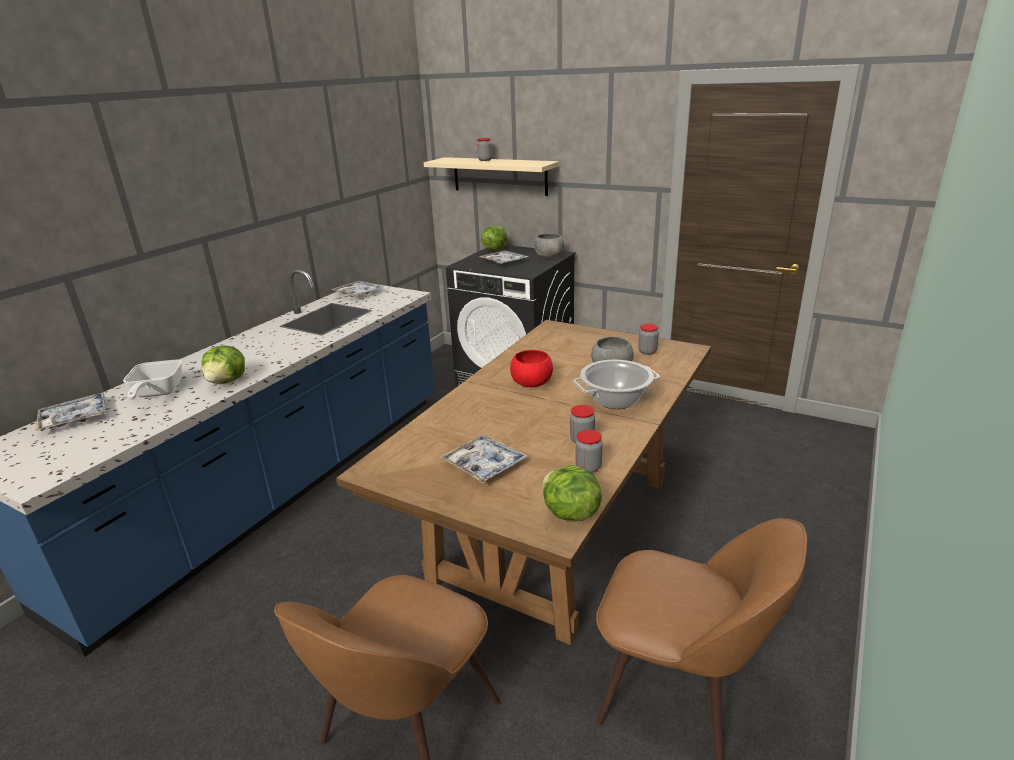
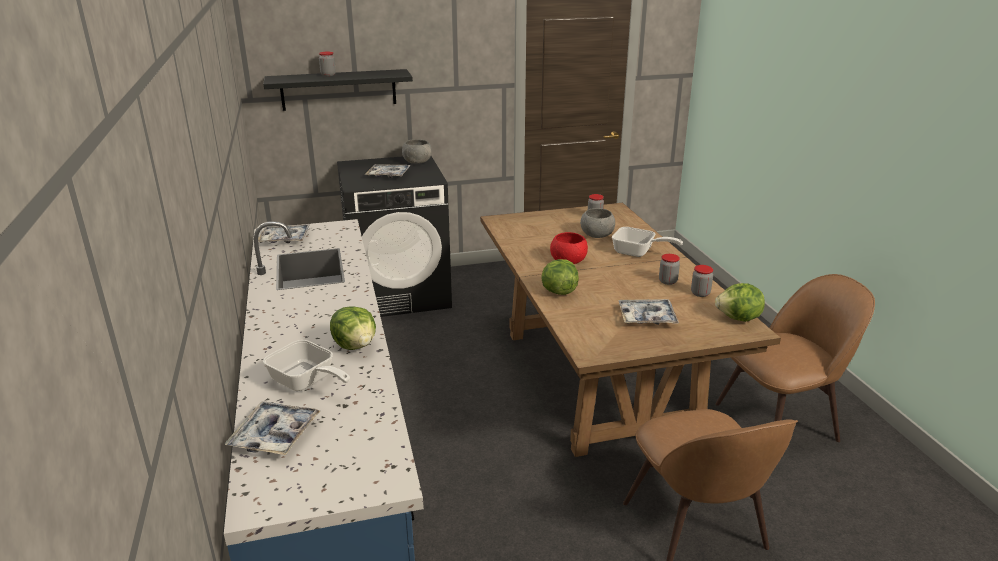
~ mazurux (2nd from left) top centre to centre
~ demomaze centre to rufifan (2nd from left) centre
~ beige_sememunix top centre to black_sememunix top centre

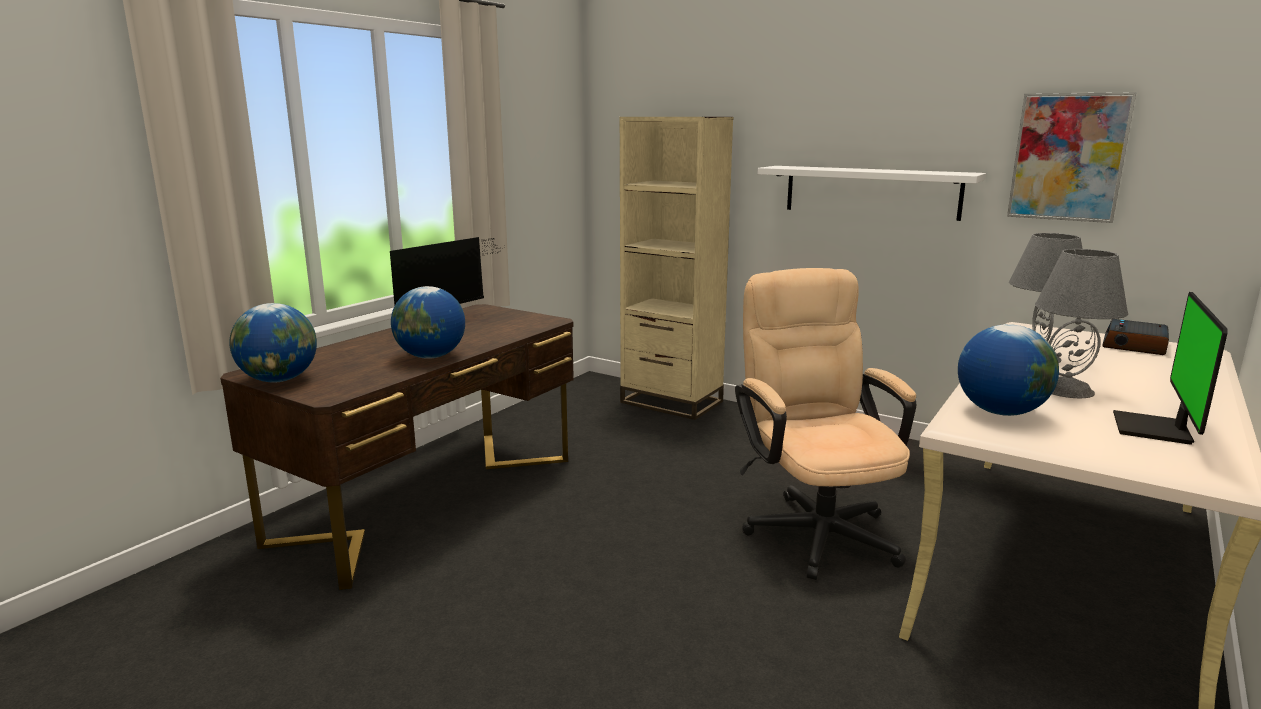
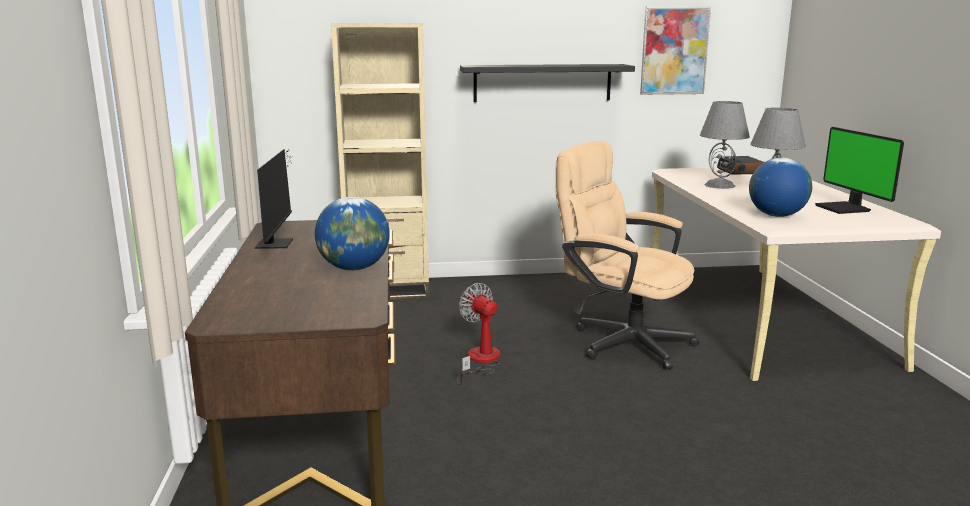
- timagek (1st from left) middle left
+ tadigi centre
~ white_sememunix top right to black_sememunix top centre

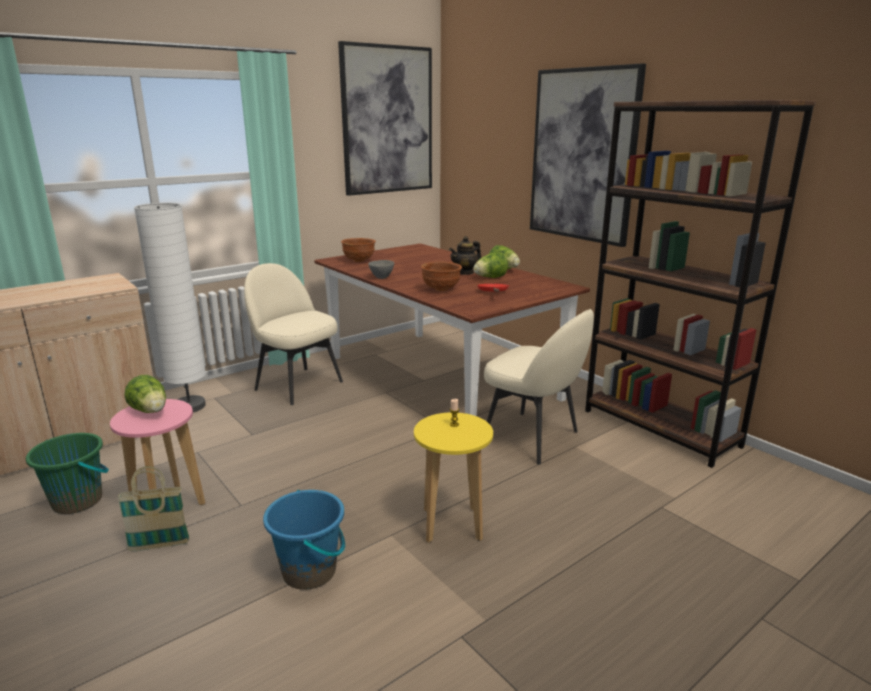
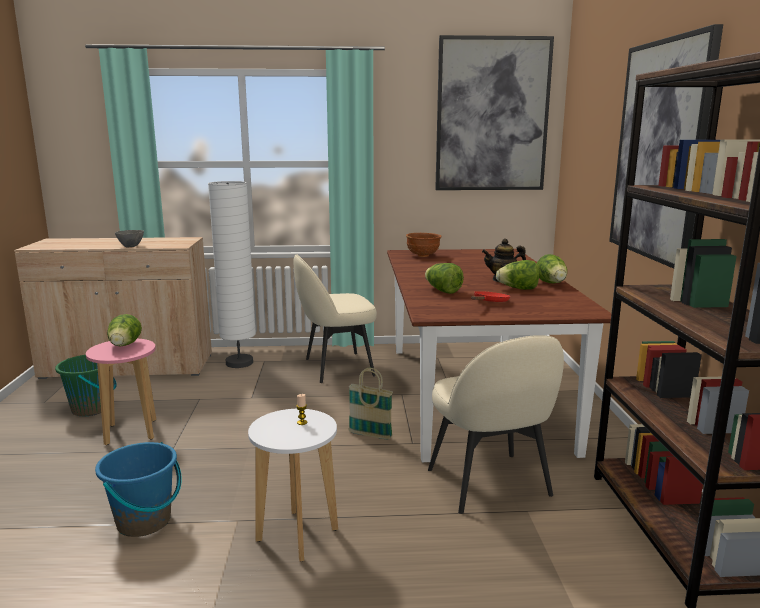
~ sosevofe bottom left to centre
~ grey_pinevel centre to middle left
~ brown_pinevel (2nd from left) centre to mazurux (2nd from left) centre
~ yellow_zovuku bottom centre to white_zovuku bottom centre
~ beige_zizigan (1st from left) centre = centre 90 degrees counterclockwise

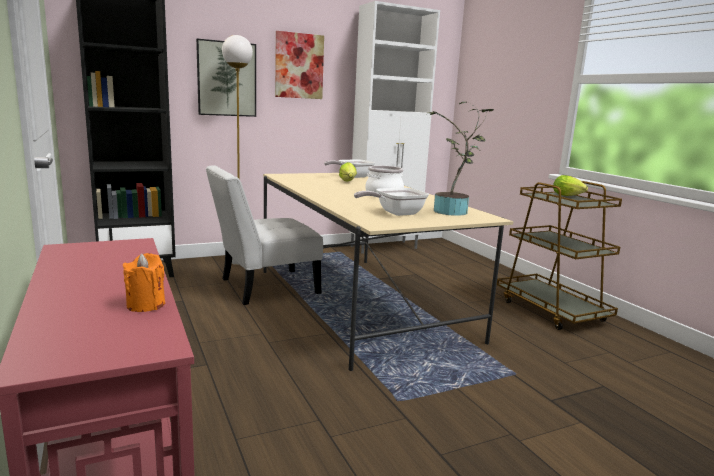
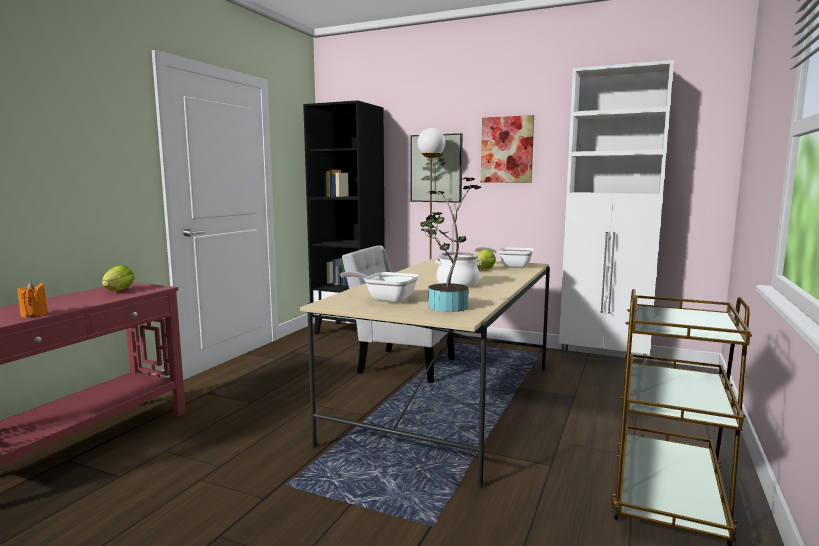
~ mazurux (2nd from left in the first image) middle right to mazurux (1st from left) middle left

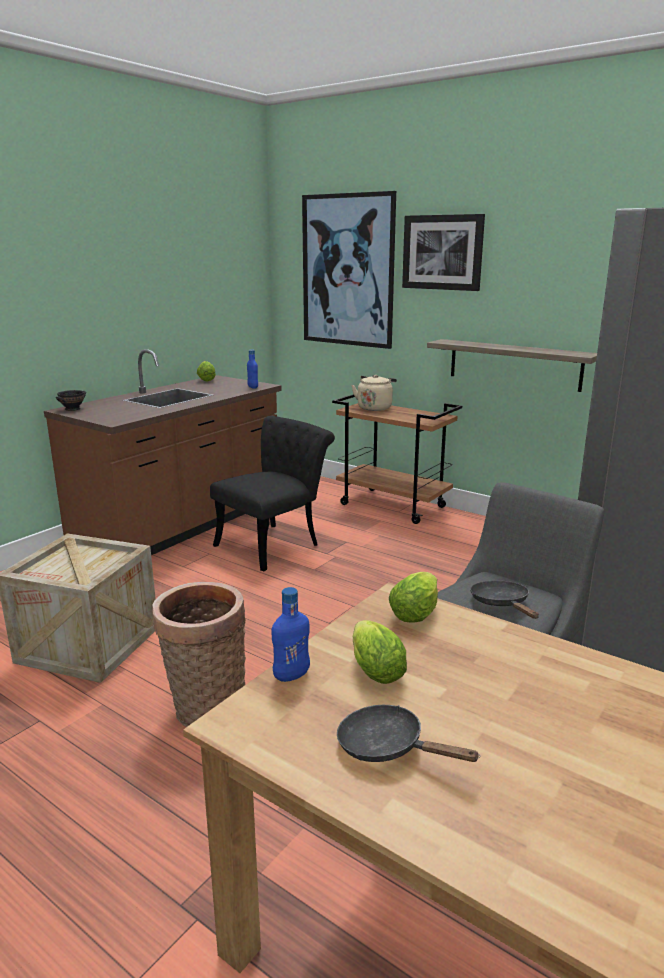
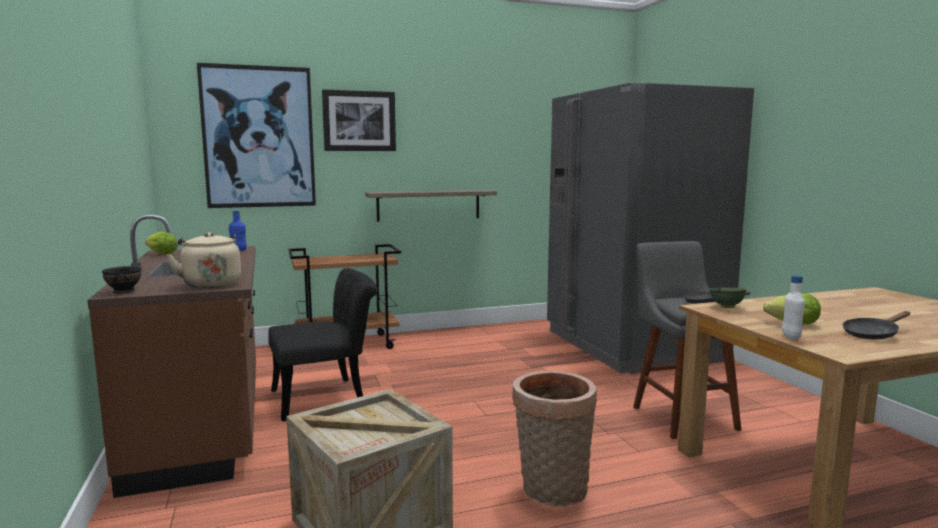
~ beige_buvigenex centre to middle left
~ mazurux (3rd from left) centre to green_pinevel middle right
~ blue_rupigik (2nd from left) centre to white_rupigik middle right
~ black_zizigan centre = centre 75 degrees clockwise

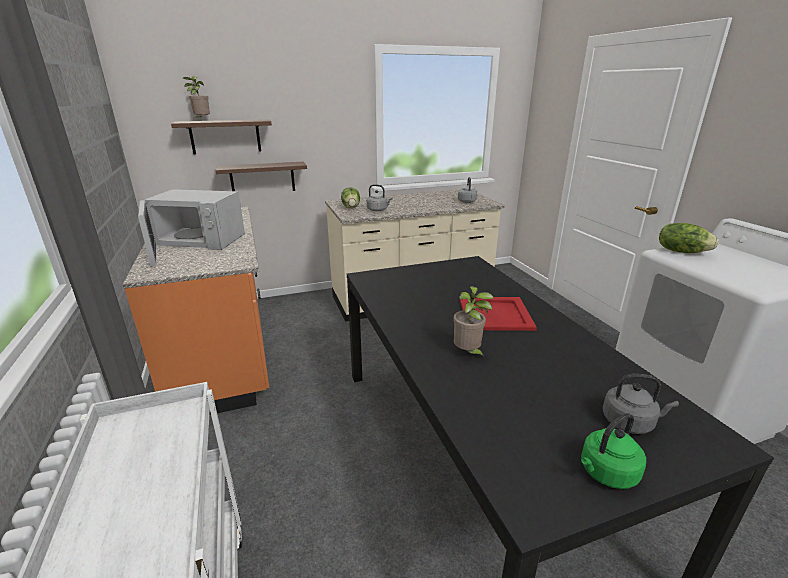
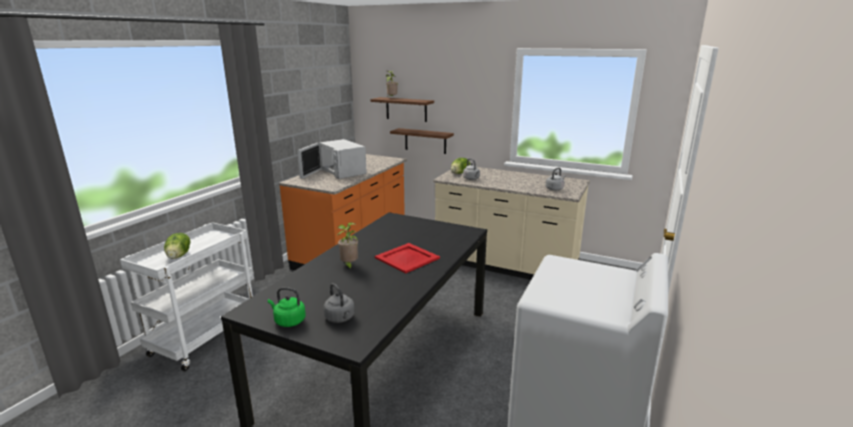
~ mazurux (2nd from left in the first image) middle right to mazurux (1st from left) middle left

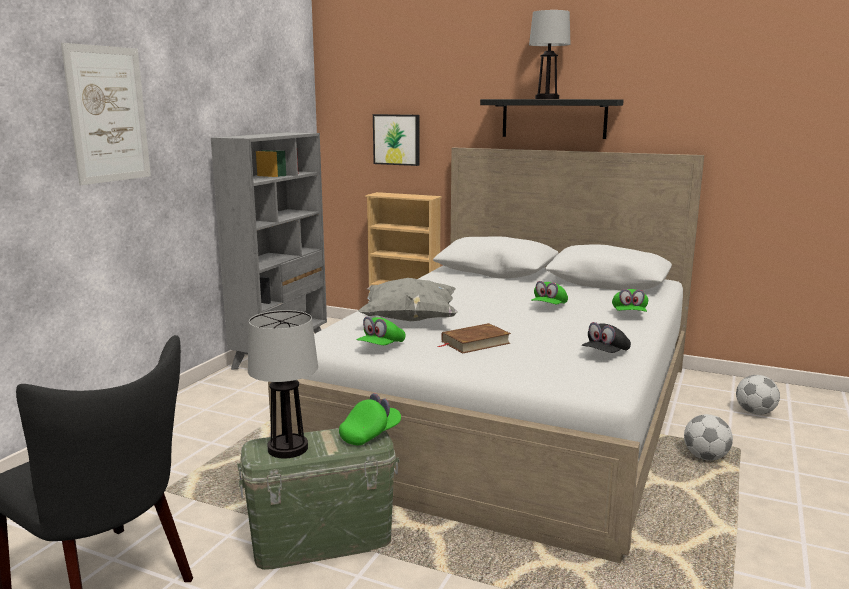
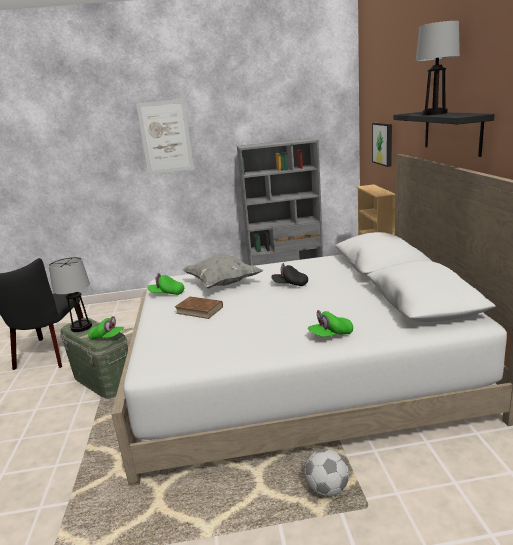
- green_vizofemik (3rd from left) centre
- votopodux (2nd from left) bottom right
~ black_vizofemik middle right to centre

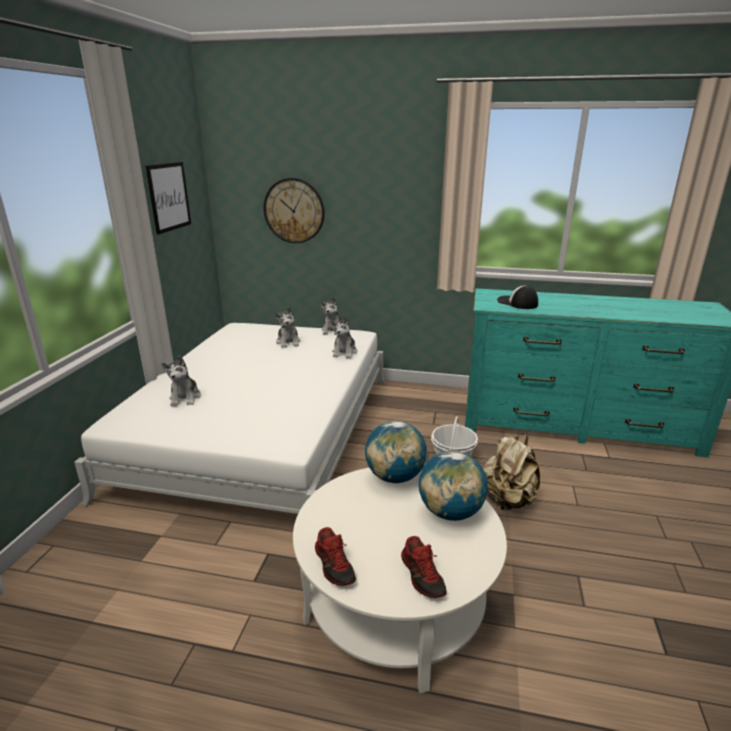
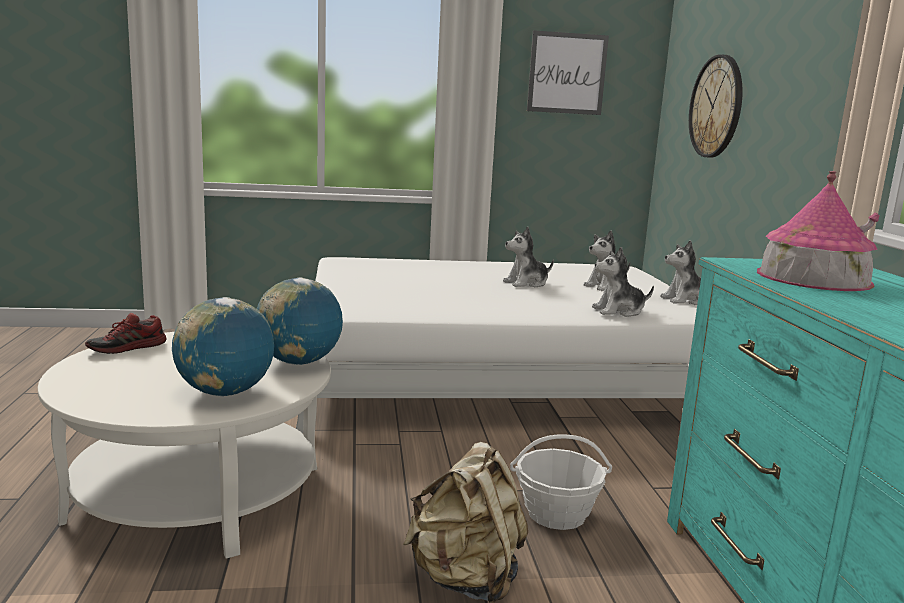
- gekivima (2nd from left) bottom centre
~ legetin (1st from left) middle left to centre
~ vizofemik middle right to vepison middle right

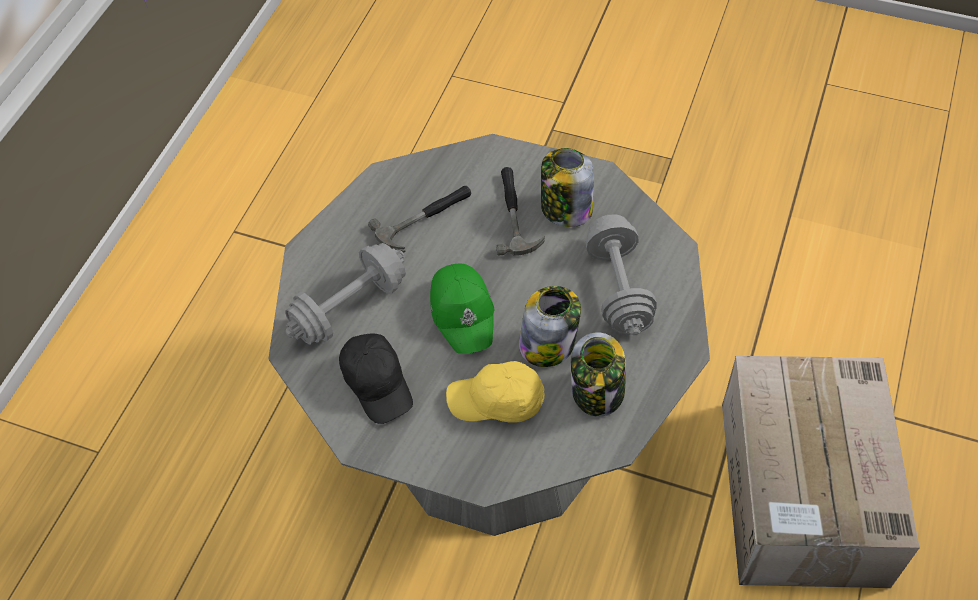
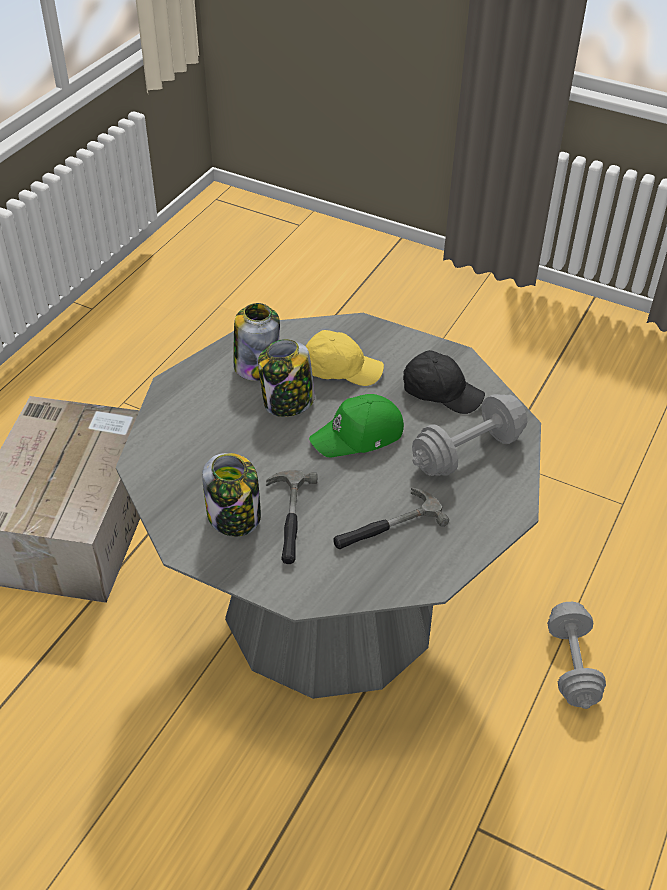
~ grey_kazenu (2nd from left) centre to bottom right
~ black_vizofemik centre = centre 135 degrees clockwise
~ green_vizofemik centre = centre 105 degrees counterclockwise

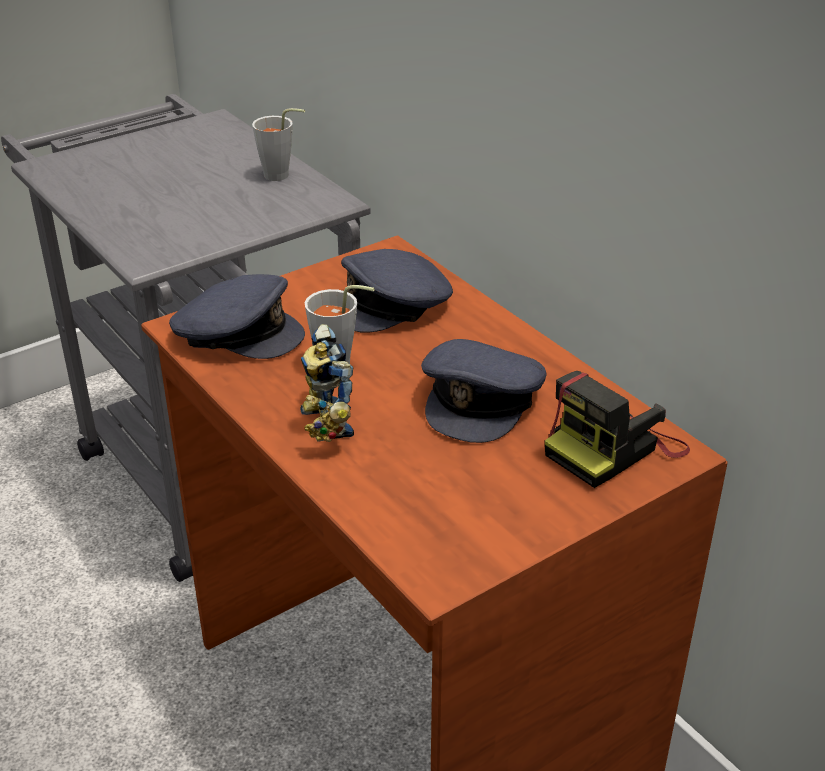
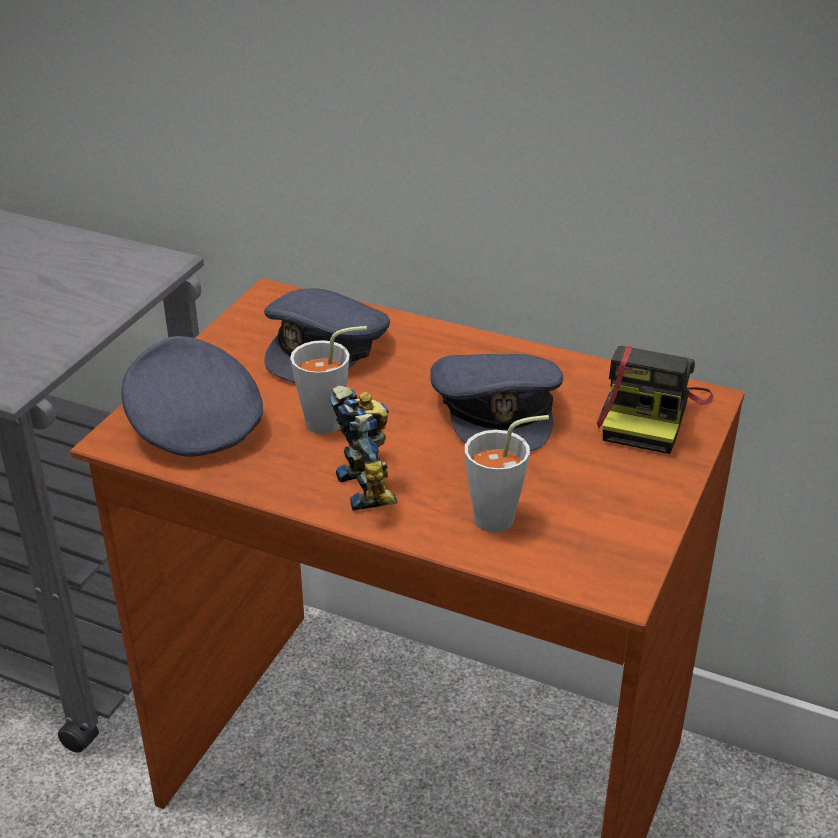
~ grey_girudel (1st from left in the first image) top centre to grey_girudel (2nd from left) centre
~ grey_vizofemik (1st from left) middle left = middle left 105 degrees counterclockwise
~ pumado centre = centre 150 degrees counterclockwise

